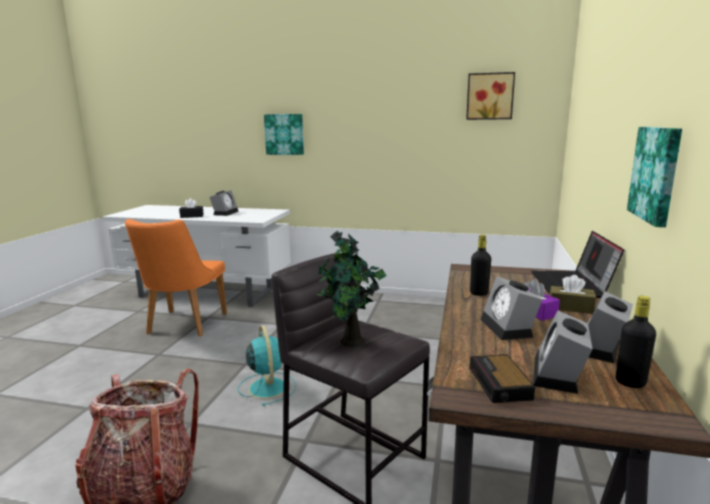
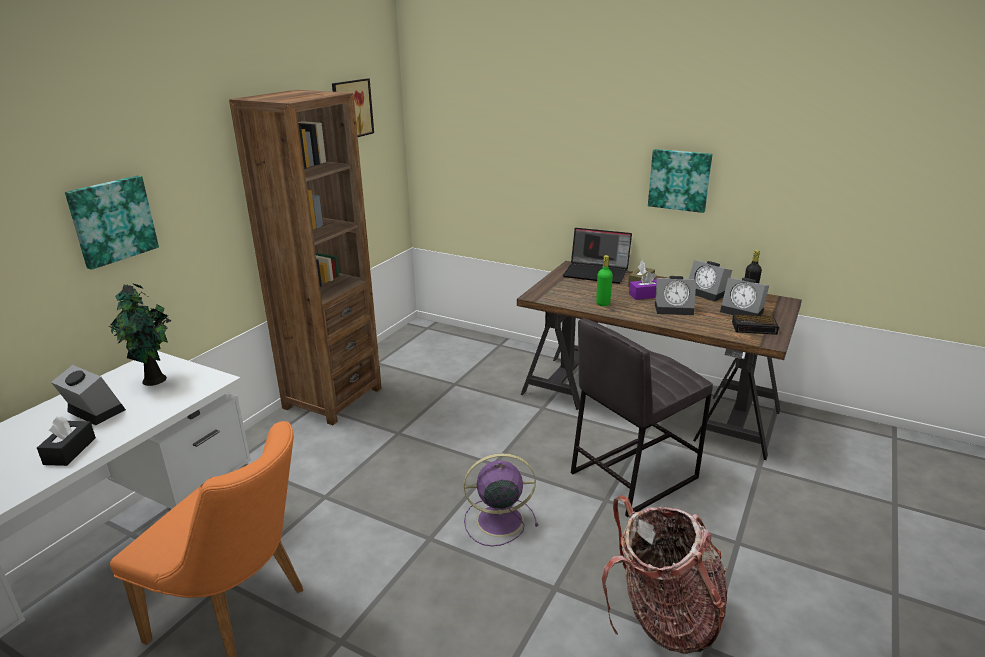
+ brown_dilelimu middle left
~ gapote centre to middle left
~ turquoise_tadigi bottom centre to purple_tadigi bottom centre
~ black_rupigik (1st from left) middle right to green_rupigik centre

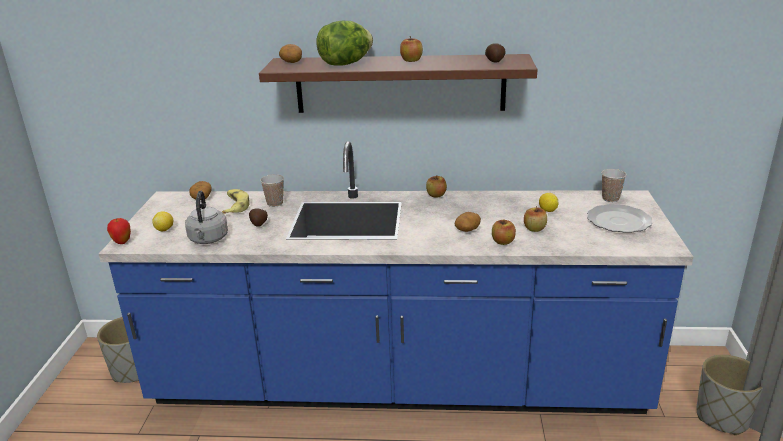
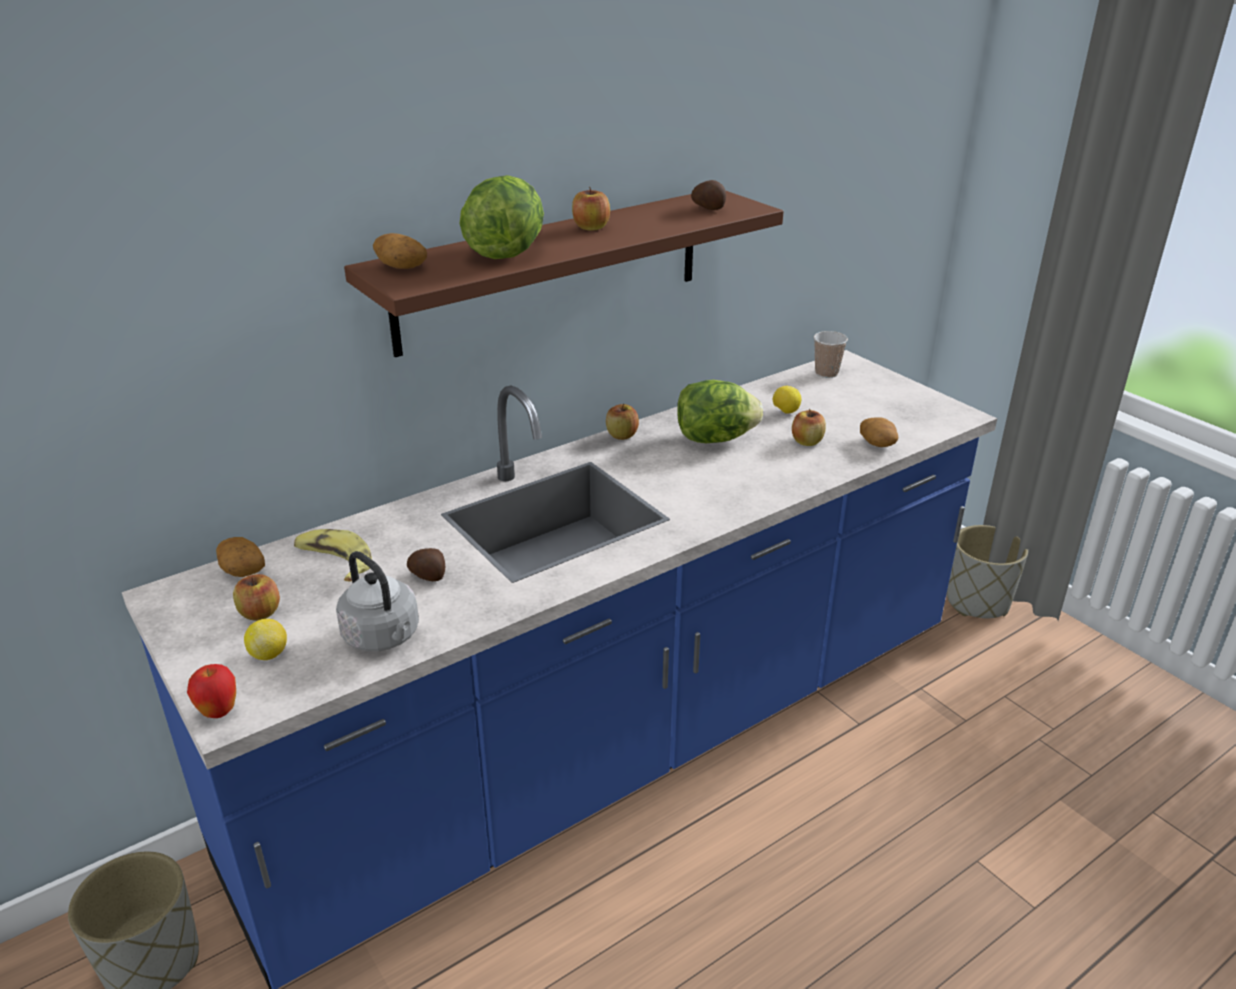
- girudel (1st from left) centre
- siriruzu middle right
+ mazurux (2nd from left) centre
~ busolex (4th from left in the first image) centre to busolex (5th from left) middle right
~ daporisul (4th from left in the first image) centre to daporisul (2nd from left) middle left

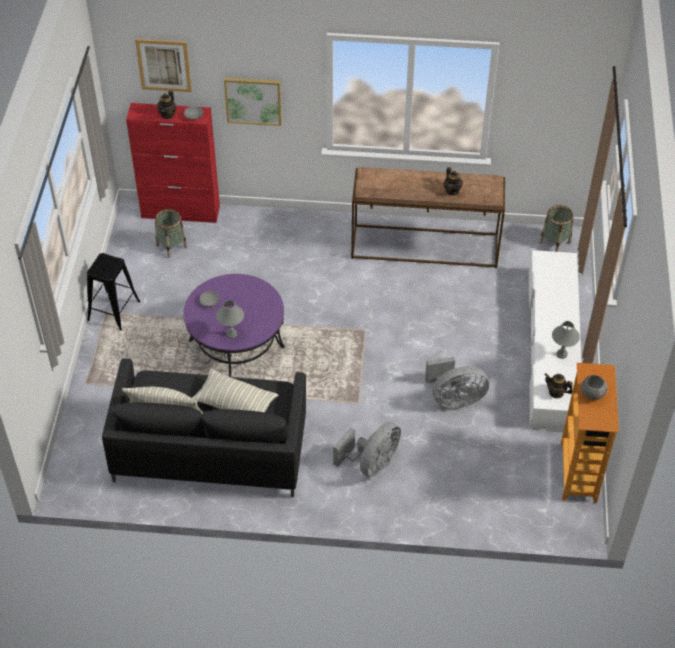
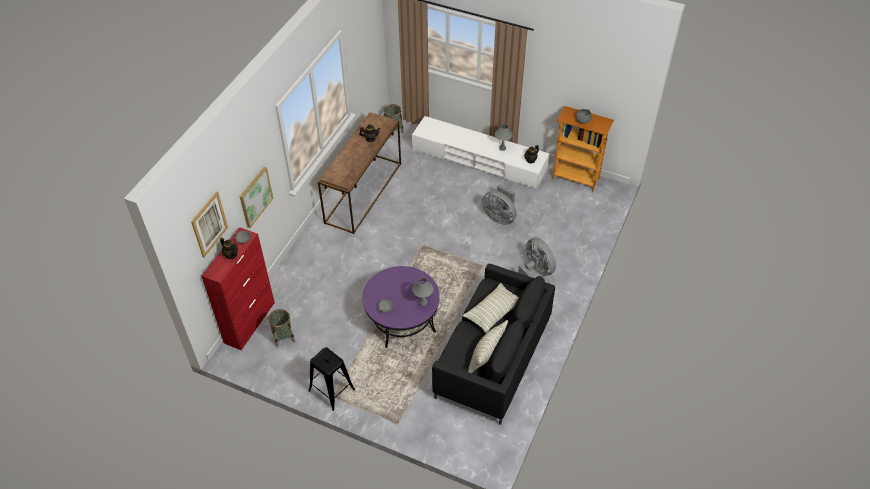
~ grey_tadigi (2nd from left in the first image) middle right = centre 120 degrees clockwise

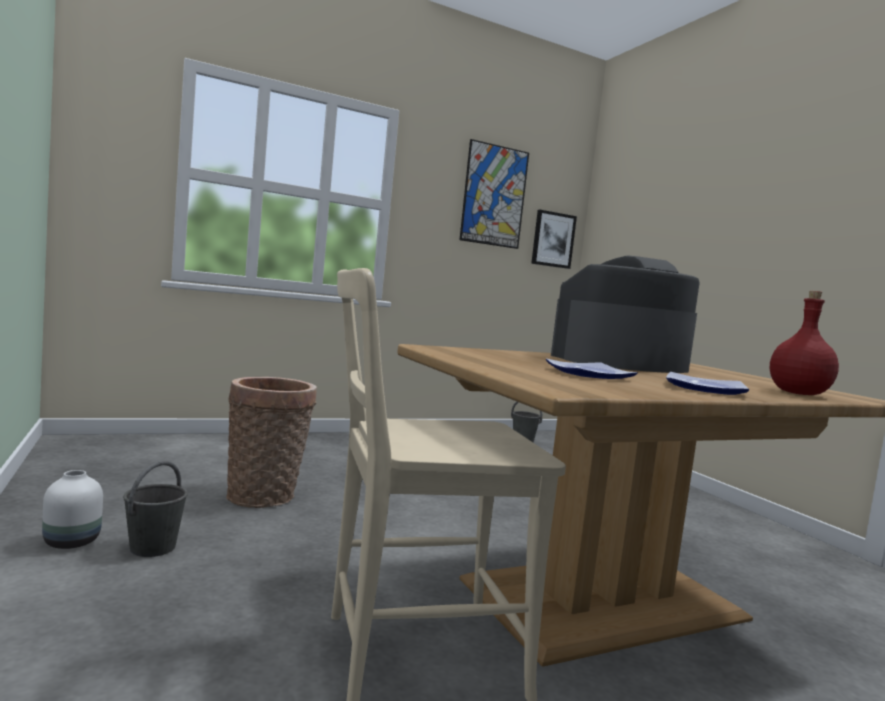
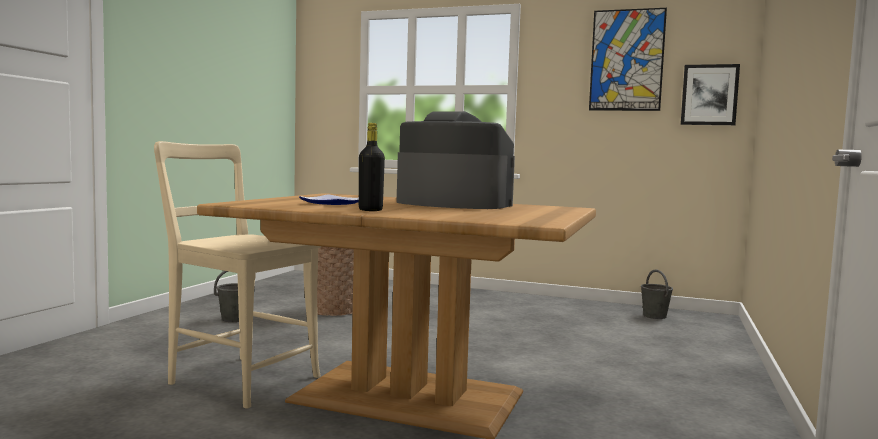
- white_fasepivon bottom left
- red_rupigik middle right
~ siriruzu (2nd from left) middle right to black_rupigik centre

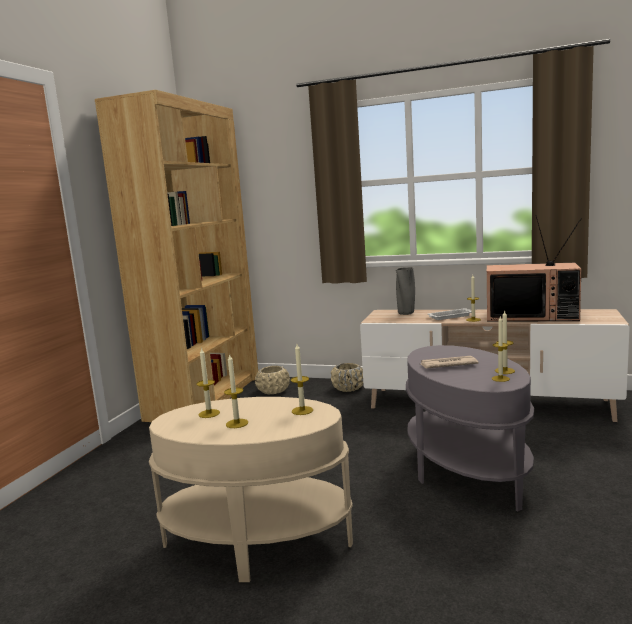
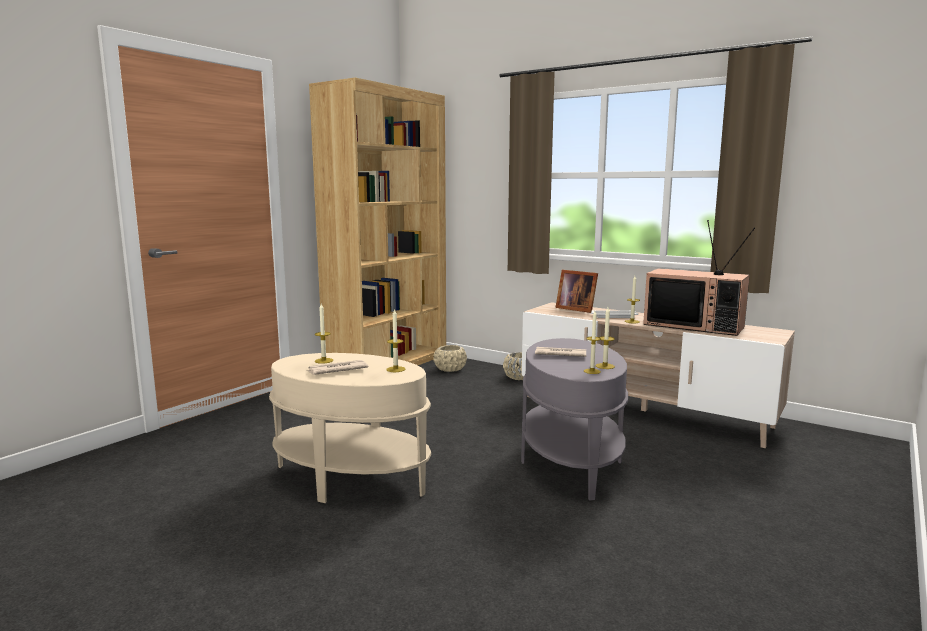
~ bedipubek (2nd from left) centre to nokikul (1st from left) centre
~ grey_fasepivon centre to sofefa centre

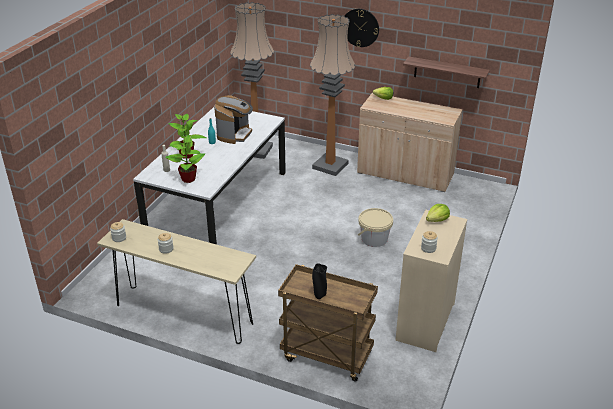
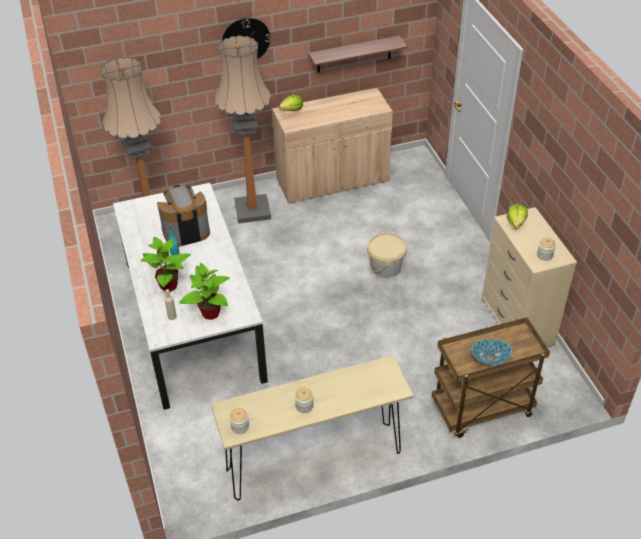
~ black_fasepivon bottom centre to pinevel middle right
~ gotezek top centre = middle left 90 degrees counterclockwise

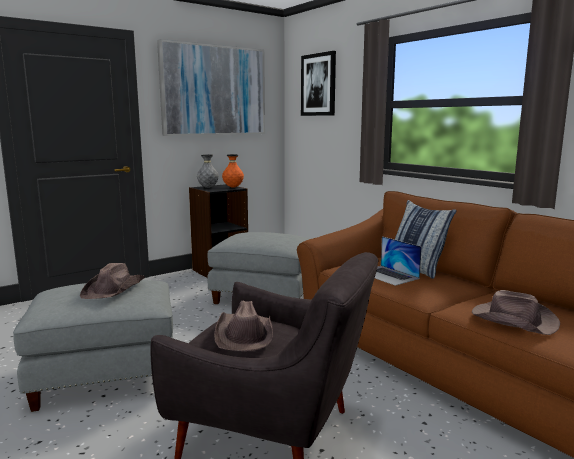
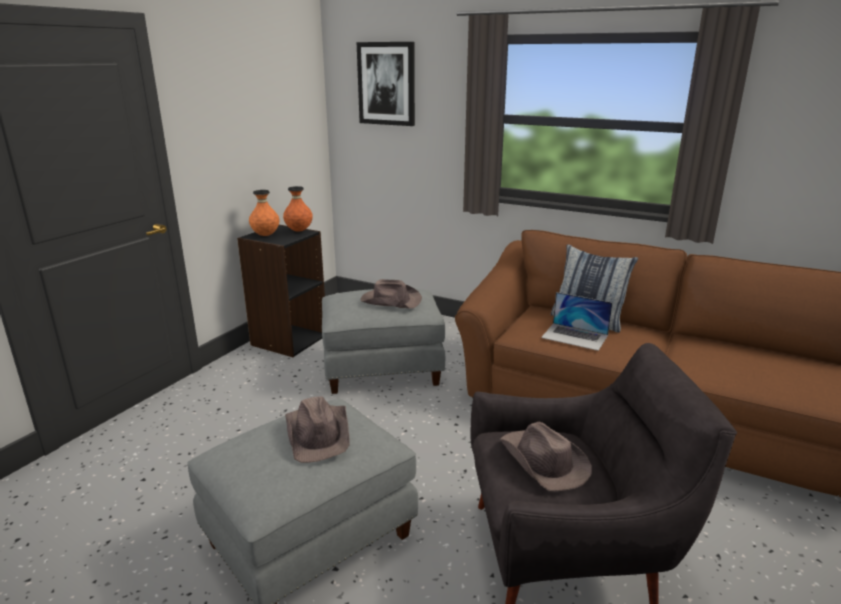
- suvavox (1st from left) top centre
~ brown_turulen (3rd from left in the first image) bottom right to brown_turulen (2nd from left) centre
~ grey_fasepivon centre to orange_fasepivon (1st from left) middle left

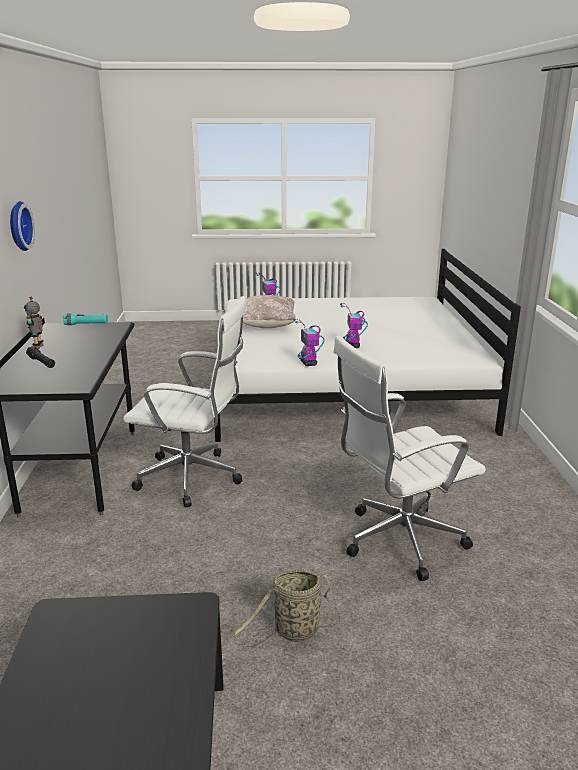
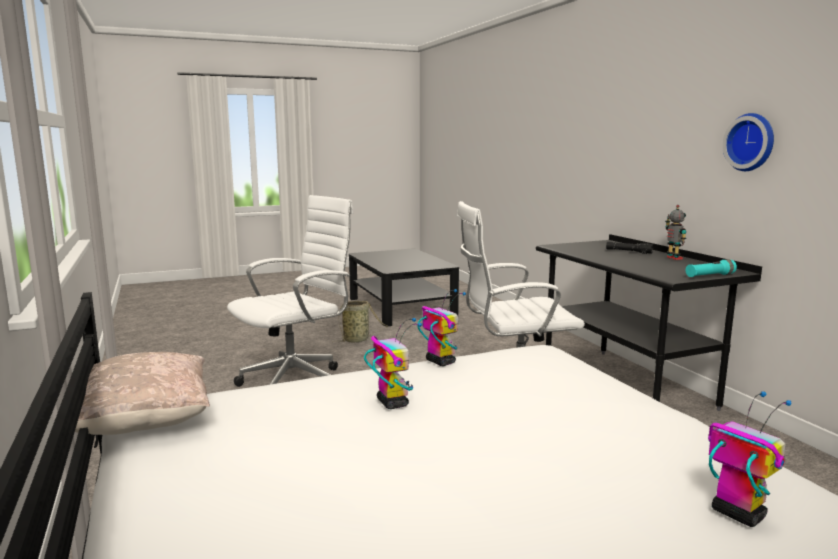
~ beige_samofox centre to bottom left

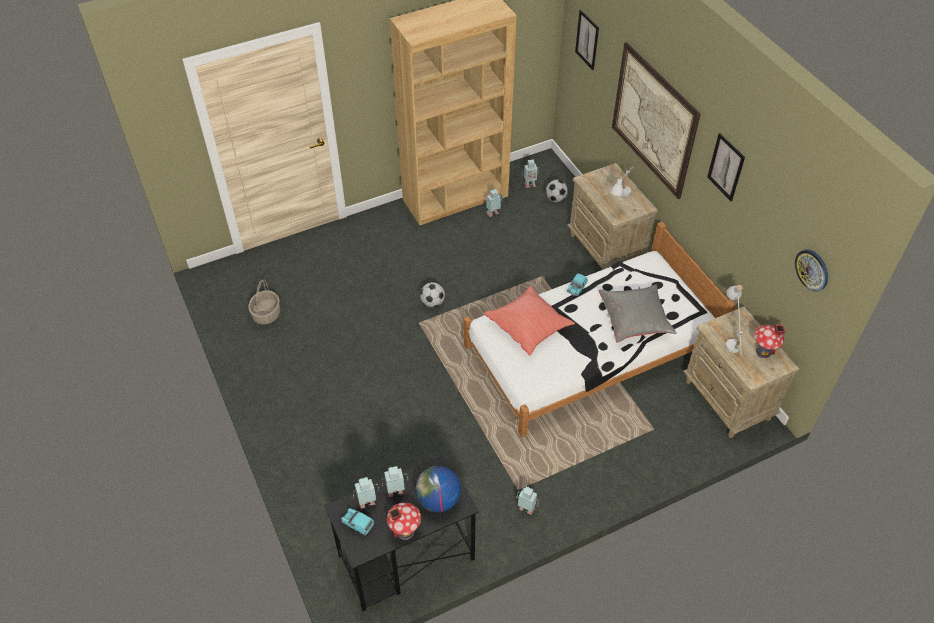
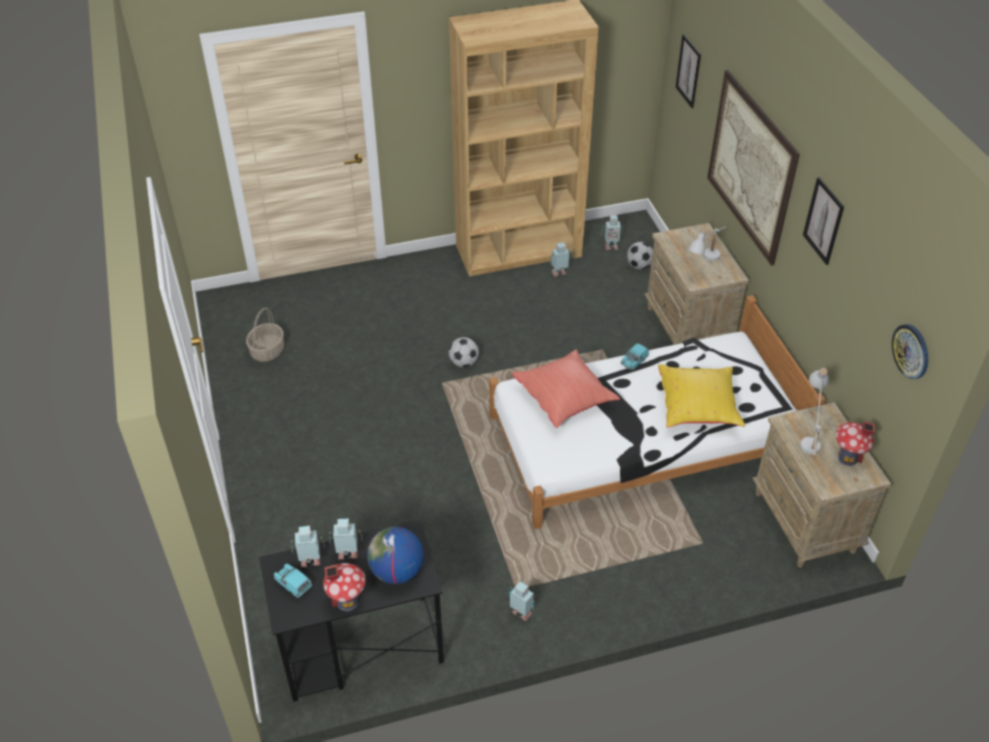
~ grey_samofox middle right to yellow_samofox middle right

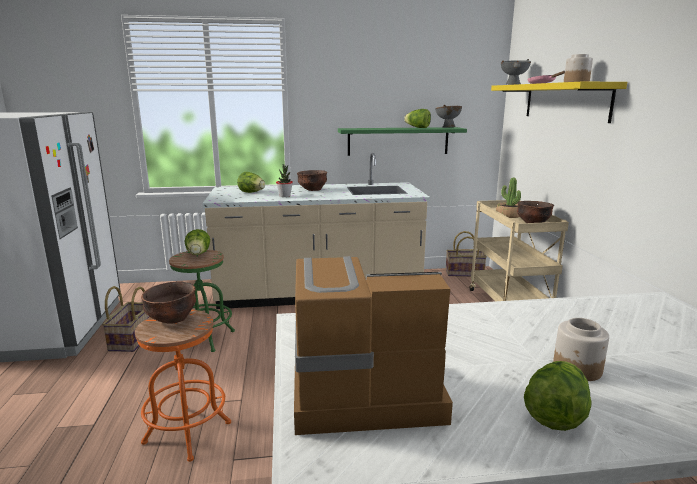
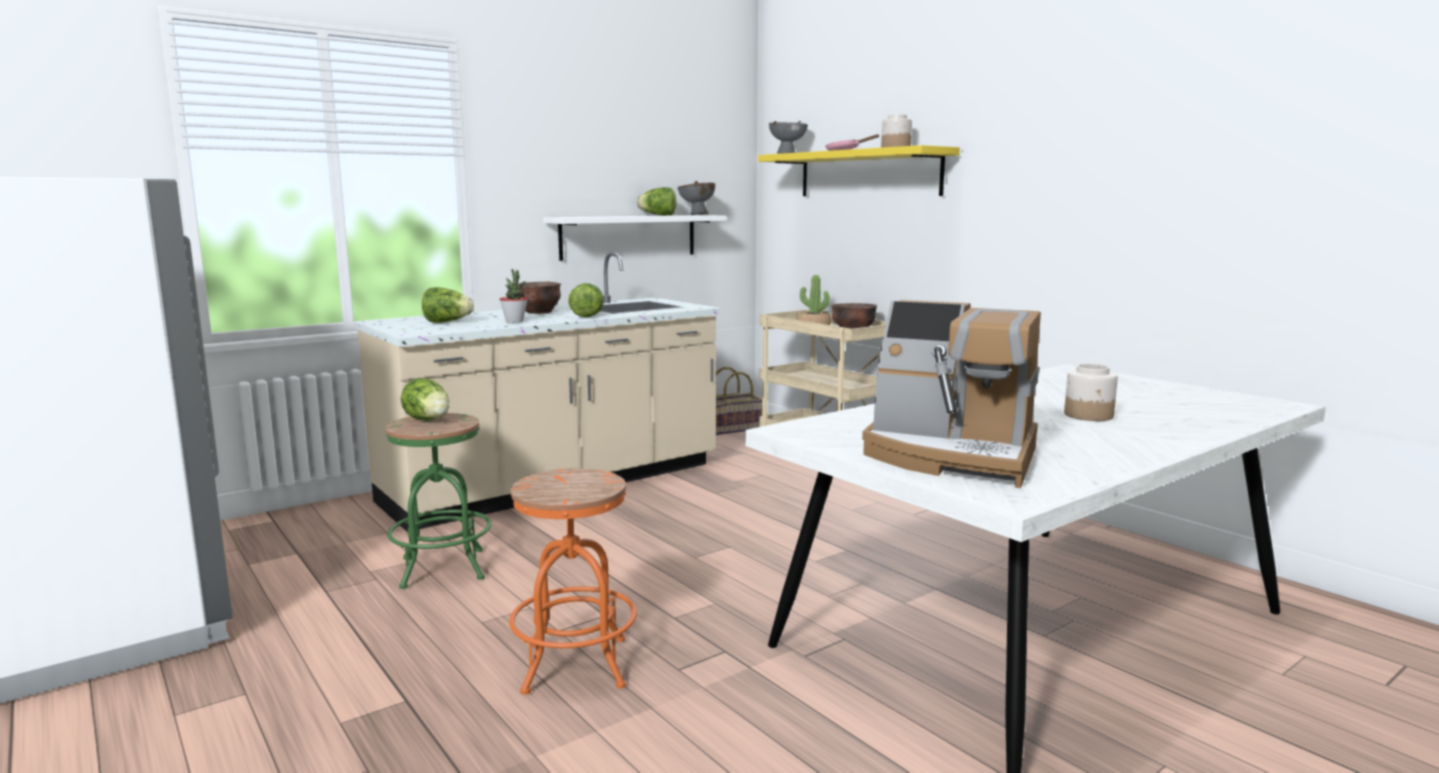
- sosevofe (1st from left) middle left
- brown_pinevel (1st from left) middle left
~ mazurux (4th from left in the first image) bottom right to mazurux (3rd from left) centre
~ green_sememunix top centre to white_sememunix top centre
~ gotezek bottom centre = centre 120 degrees counterclockwise

